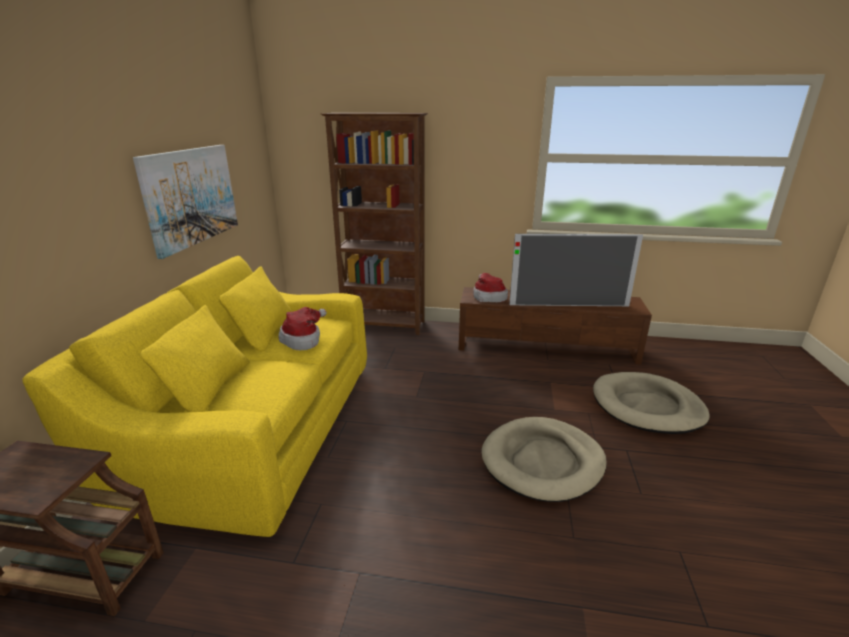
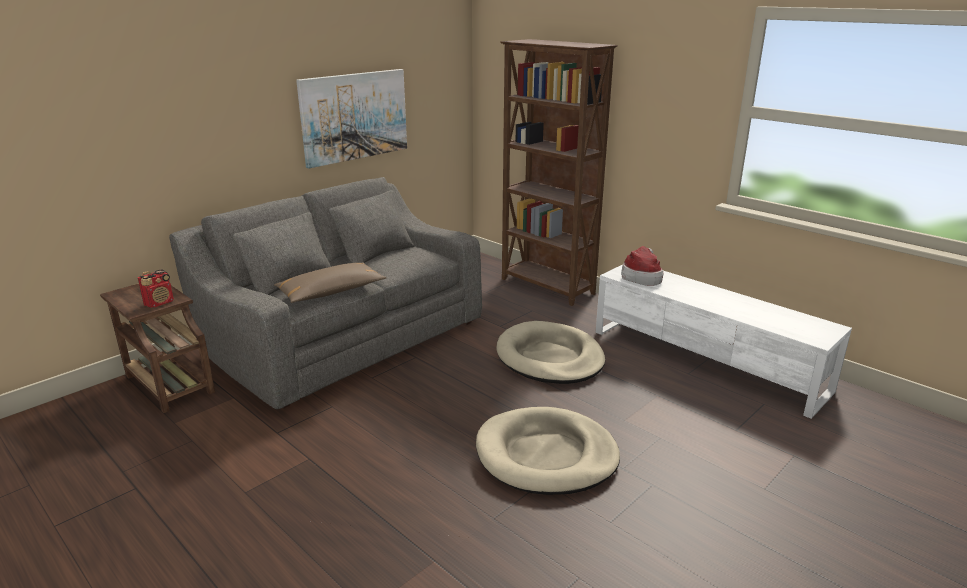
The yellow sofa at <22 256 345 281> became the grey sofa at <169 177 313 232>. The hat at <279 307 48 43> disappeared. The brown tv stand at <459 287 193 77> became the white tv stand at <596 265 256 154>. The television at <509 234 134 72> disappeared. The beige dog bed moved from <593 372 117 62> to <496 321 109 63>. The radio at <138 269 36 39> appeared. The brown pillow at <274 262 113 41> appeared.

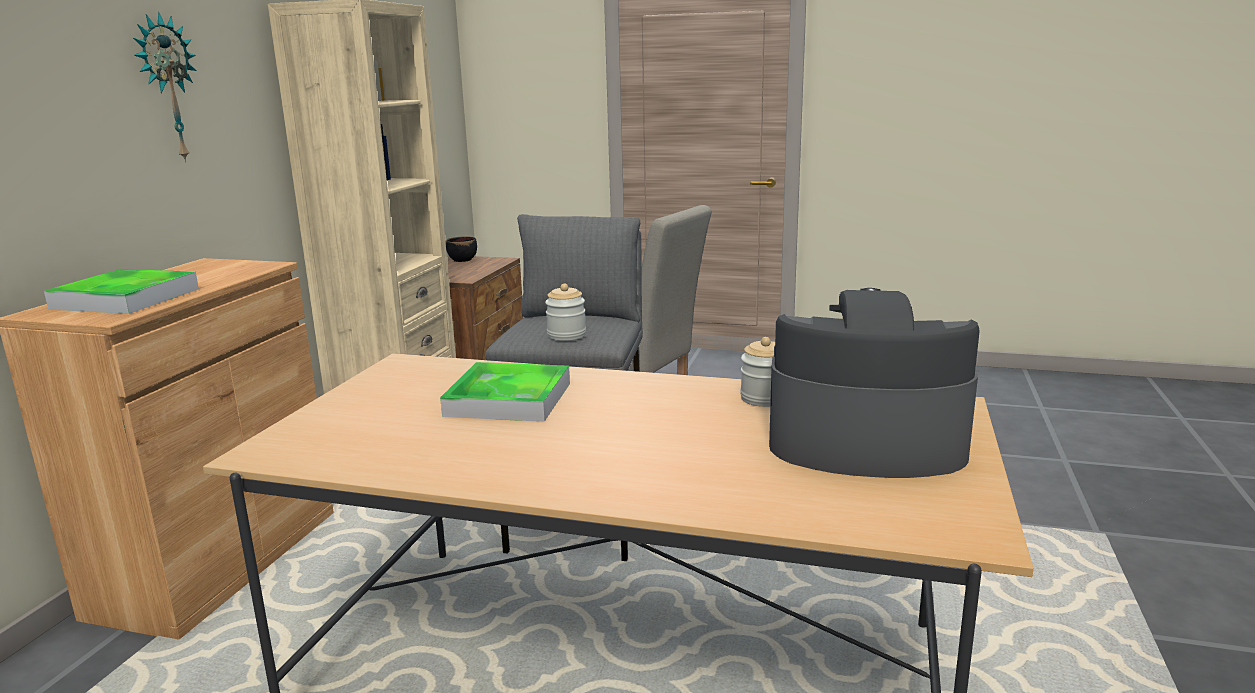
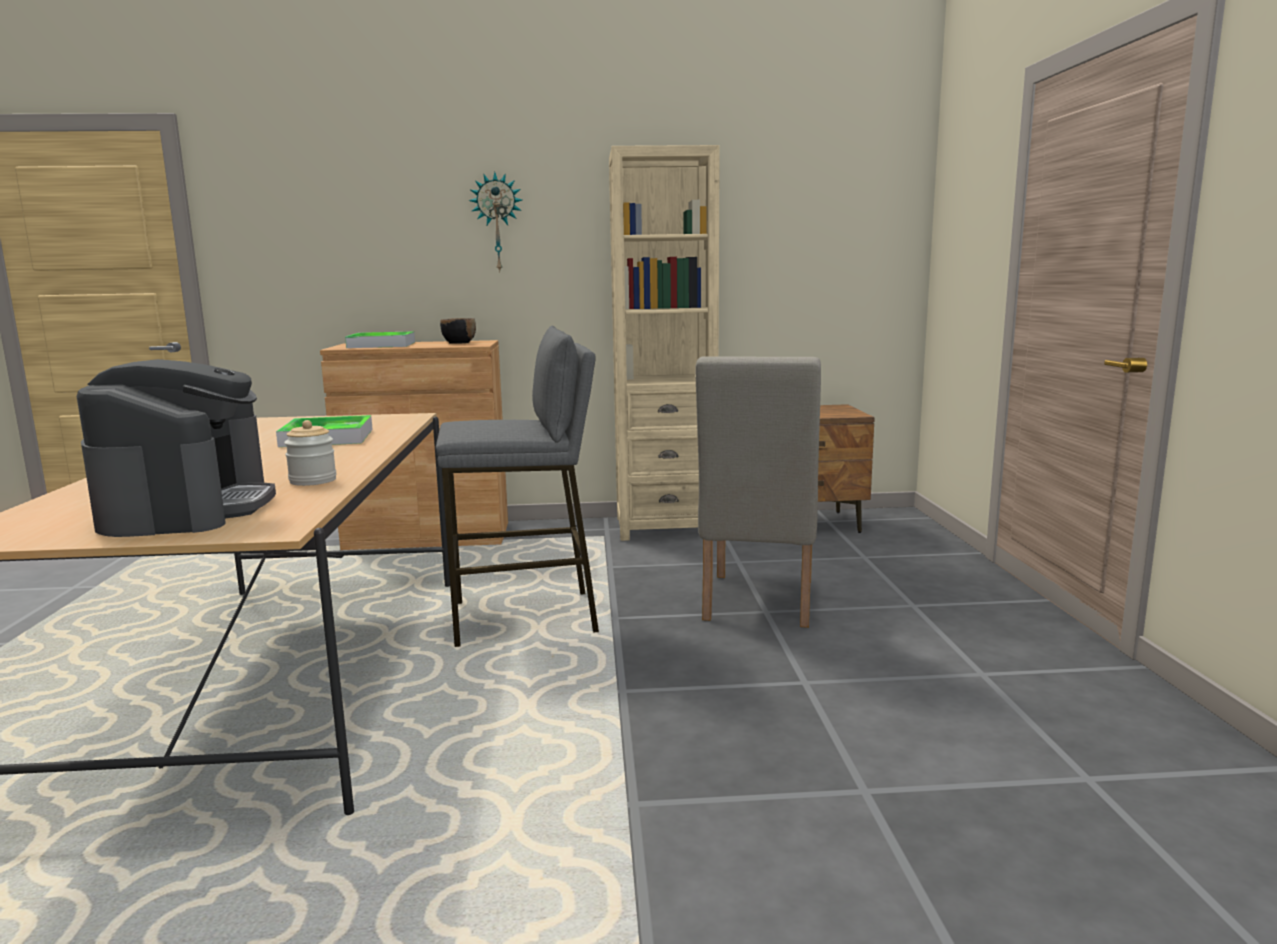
The black bowl moved from <445 236 32 26> to <440 318 36 26>. The jar at <545 284 41 57> disappeared.

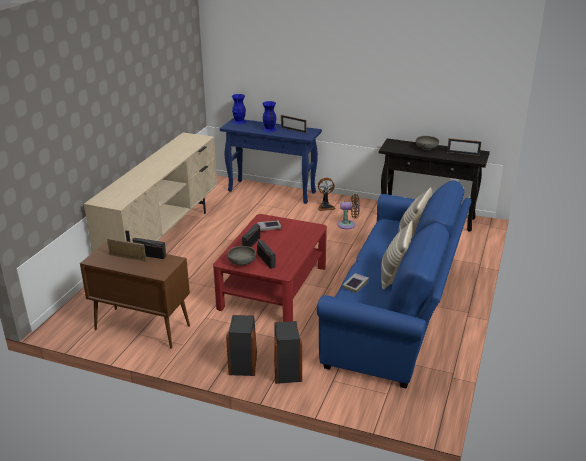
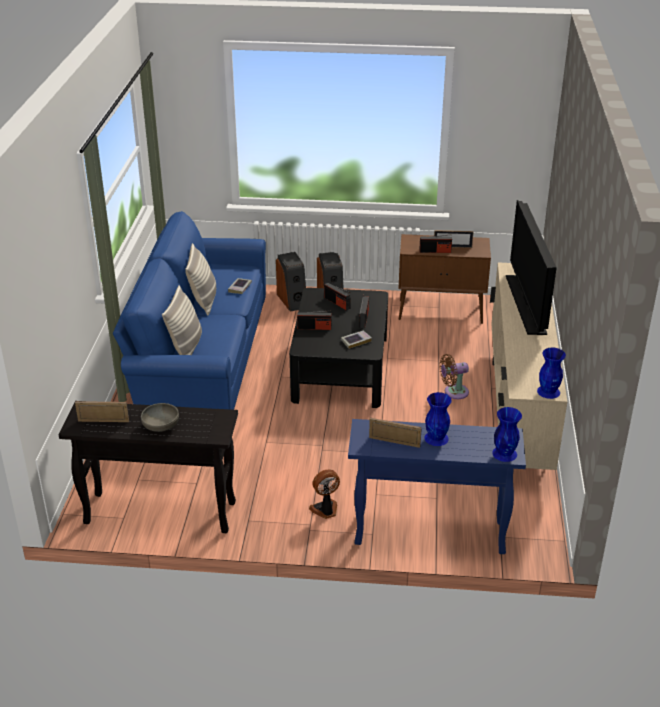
The red coffee table at <213 214 114 108> became the black coffee table at <289 288 99 120>. The grey bowl at <228 246 28 19> disappeared. The brown fan moved from <337 194 23 35> to <439 354 30 45>. The radio at <297 310 35 20> appeared. The television at <506 200 51 135> appeared. The blue vase at <537 348 29 51> appeared.

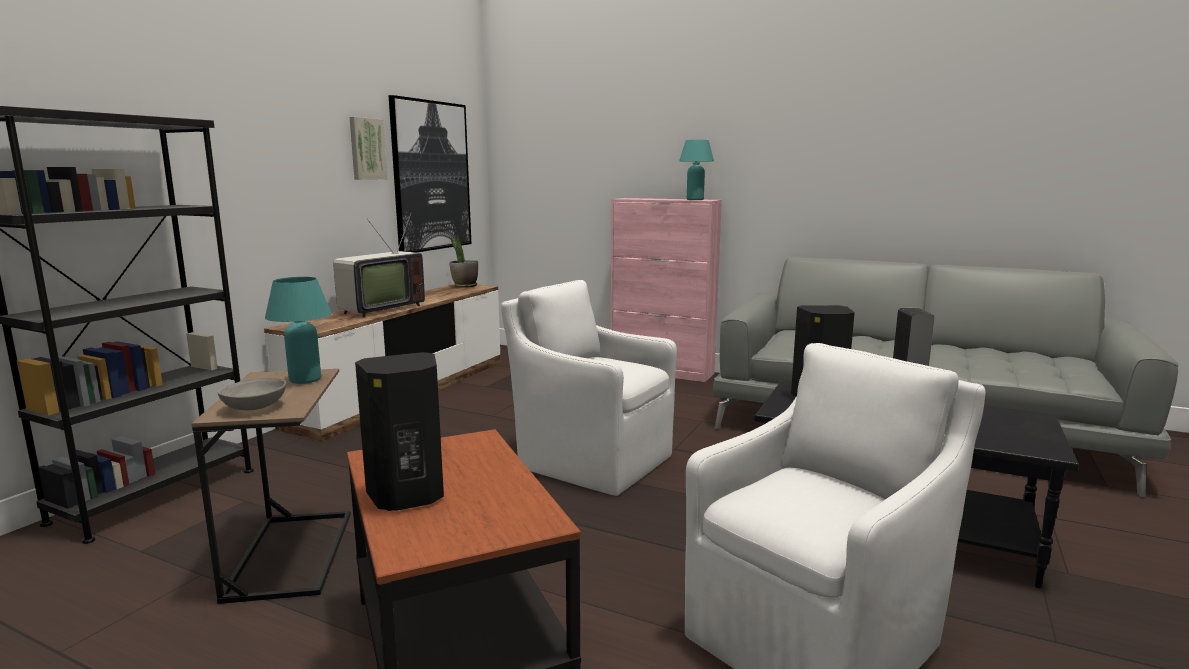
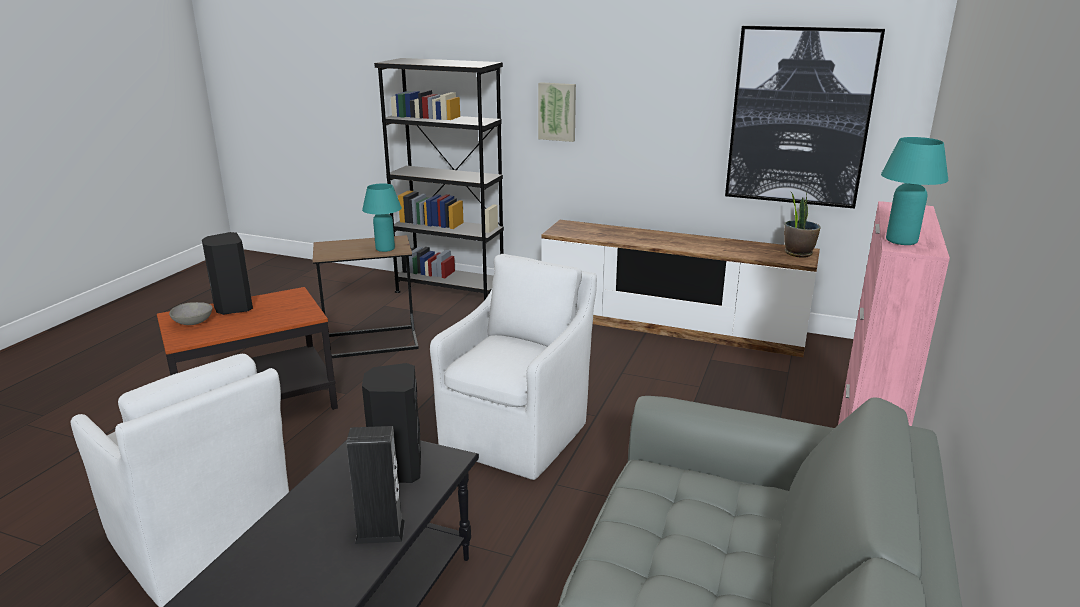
The grey bowl moved from <218 378 68 32> to <169 302 43 23>. The television at <333 214 92 104> disappeared. The picture moved from <350 117 37 63> to <538 82 38 60>.

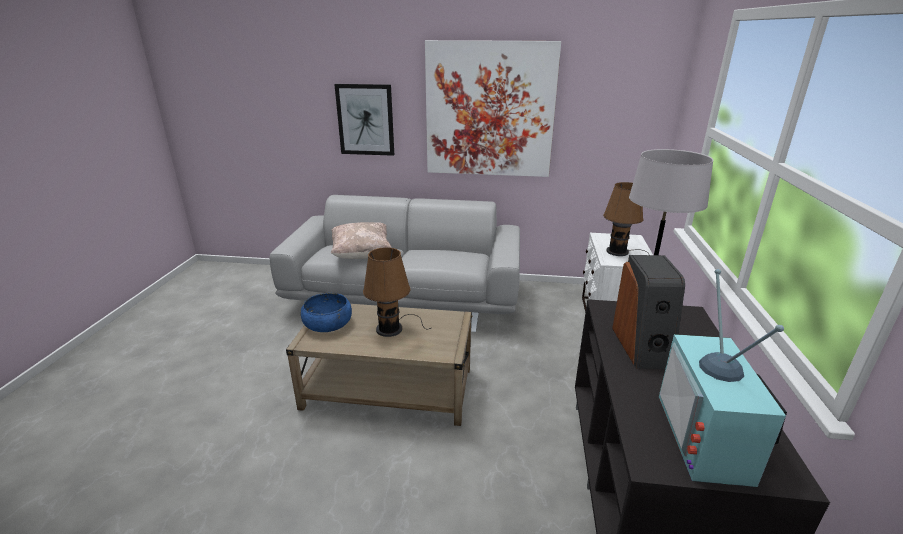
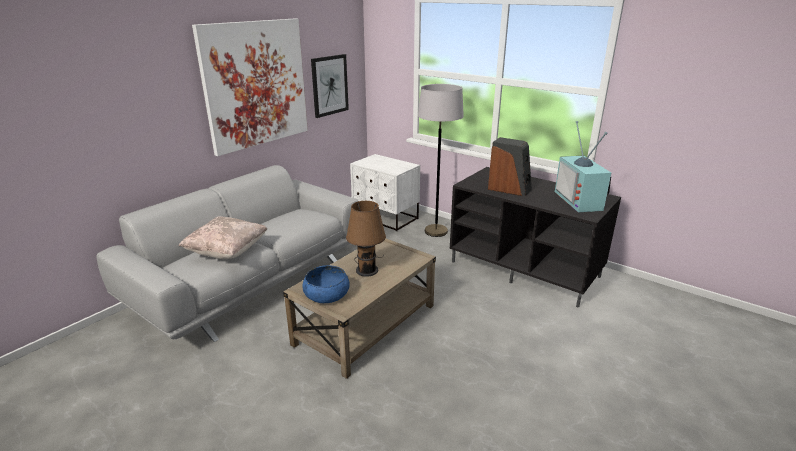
The picture moved from <334 84 60 72> to <311 54 38 64>. The brown table lamp at <603 182 46 74> disappeared. The television at <659 269 128 218> turned 45 degrees clockwise.

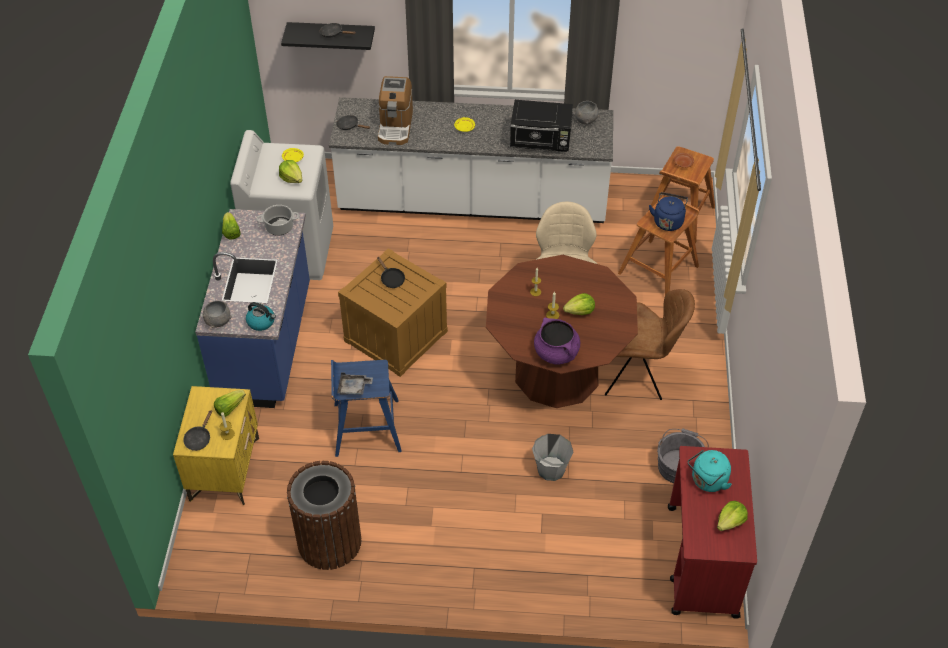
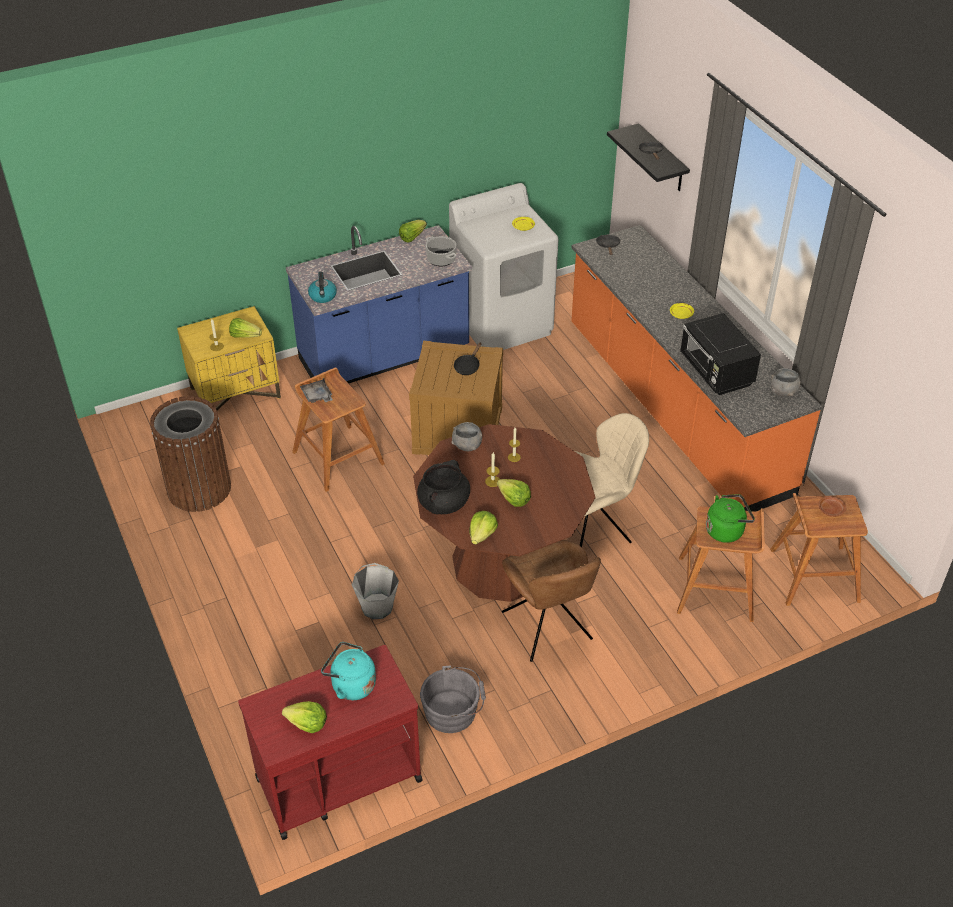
The black frying pan at <183 411 29 40> disappeared. The grey bowl moved from <203 301 29 27> to <451 422 31 29>. The lettuce moved from <279 160 24 23> to <469 511 29 34>. The white counter at <329 97 284 126> became the orange counter at <571 225 251 287>. The blue stool at <331 360 70 97> became the brown stool at <292 367 93 125>. The coffee machine at <378 76 35 69> disappeared. The purple cooking pot at <534 318 46 47> became the black cooking pot at <417 460 53 55>. The blue kettle at <649 192 39 39> became the green kettle at <706 494 49 49>.

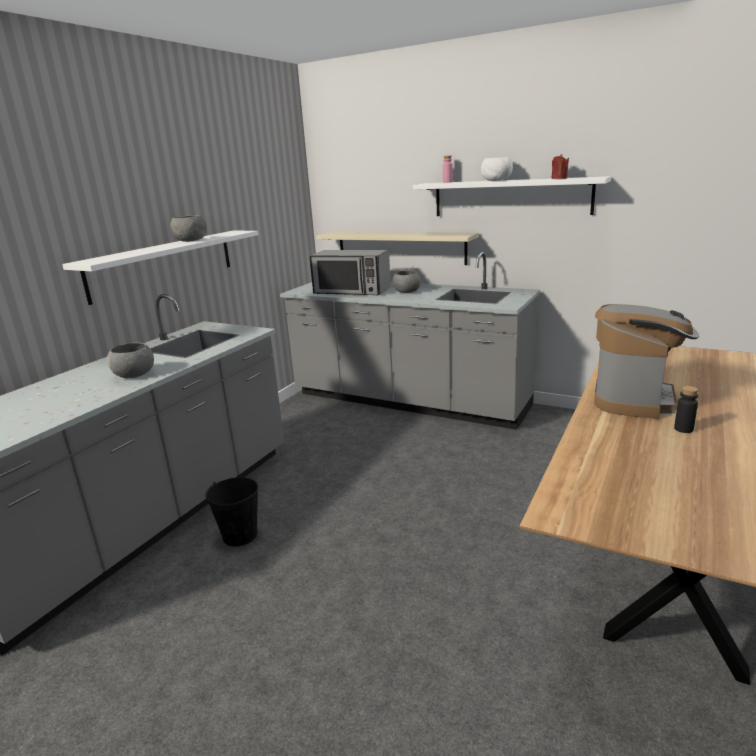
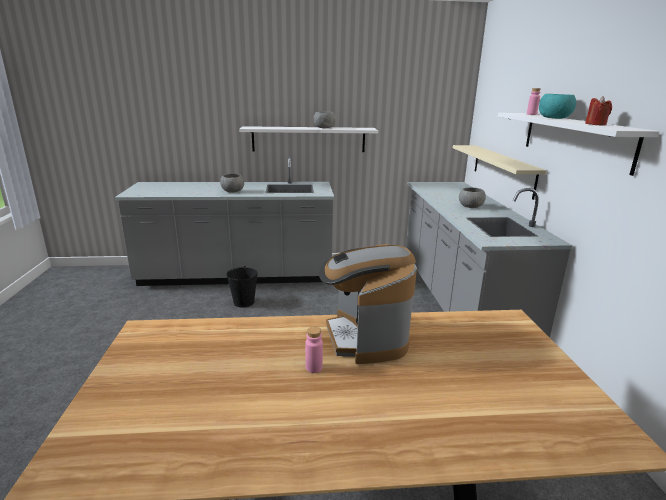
The microwave at <309 250 82 46> disappeared. The white bowl at <481 157 32 24> became the turquoise bowl at <539 94 37 25>. The coffee machine at <594 304 105 115> turned 90 degrees clockwise. The black bottle at <674 386 24 47> became the pink bottle at <305 327 18 46>.

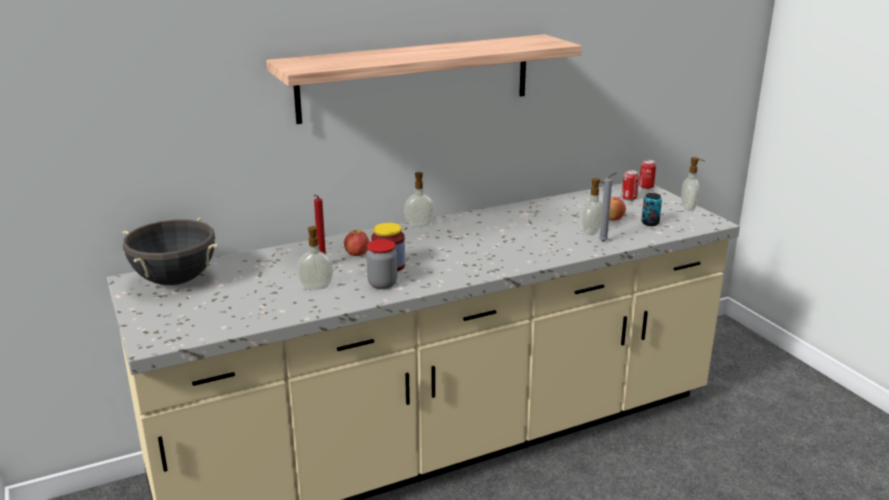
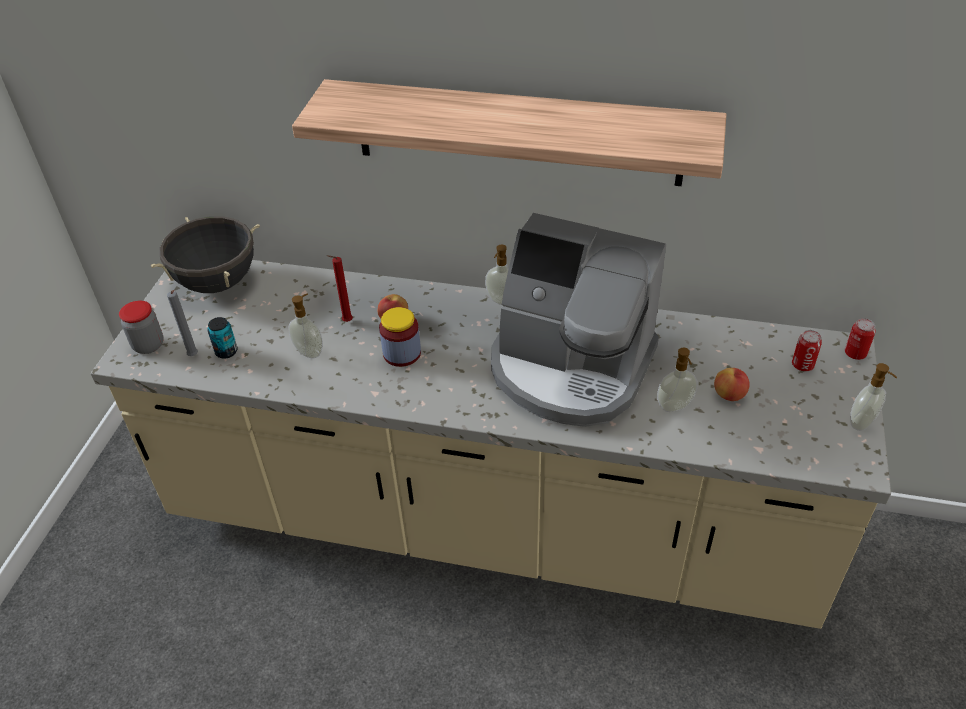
The jar moved from <366 239 32 50> to <119 300 44 54>. The grey candle moved from <599 173 17 69> to <167 290 31 66>. The can moved from <641 193 21 33> to <207 317 31 42>. The coffee machine at <491 213 175 214> appeared.

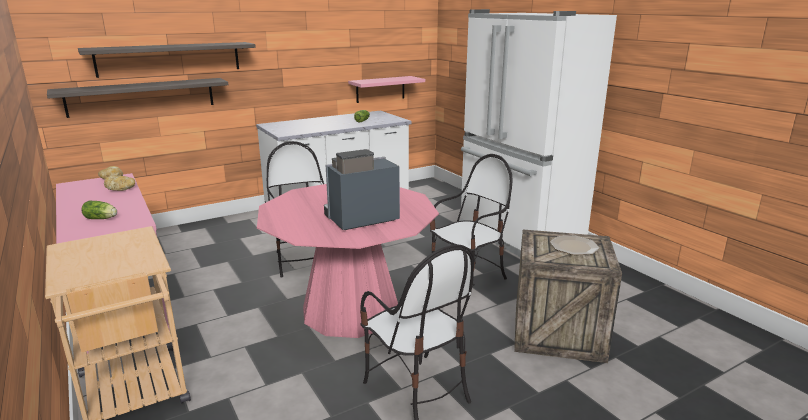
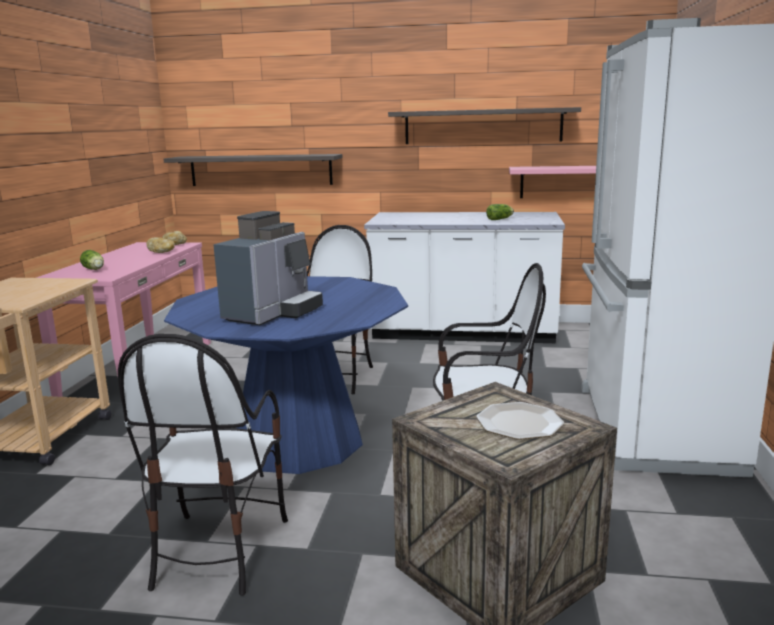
The shelf moved from <78 42 178 36> to <388 107 193 37>. The pink dining table at <257 184 182 154> became the blue dining table at <164 276 244 198>. The coffee machine at <324 149 76 81> turned 105 degrees clockwise.

